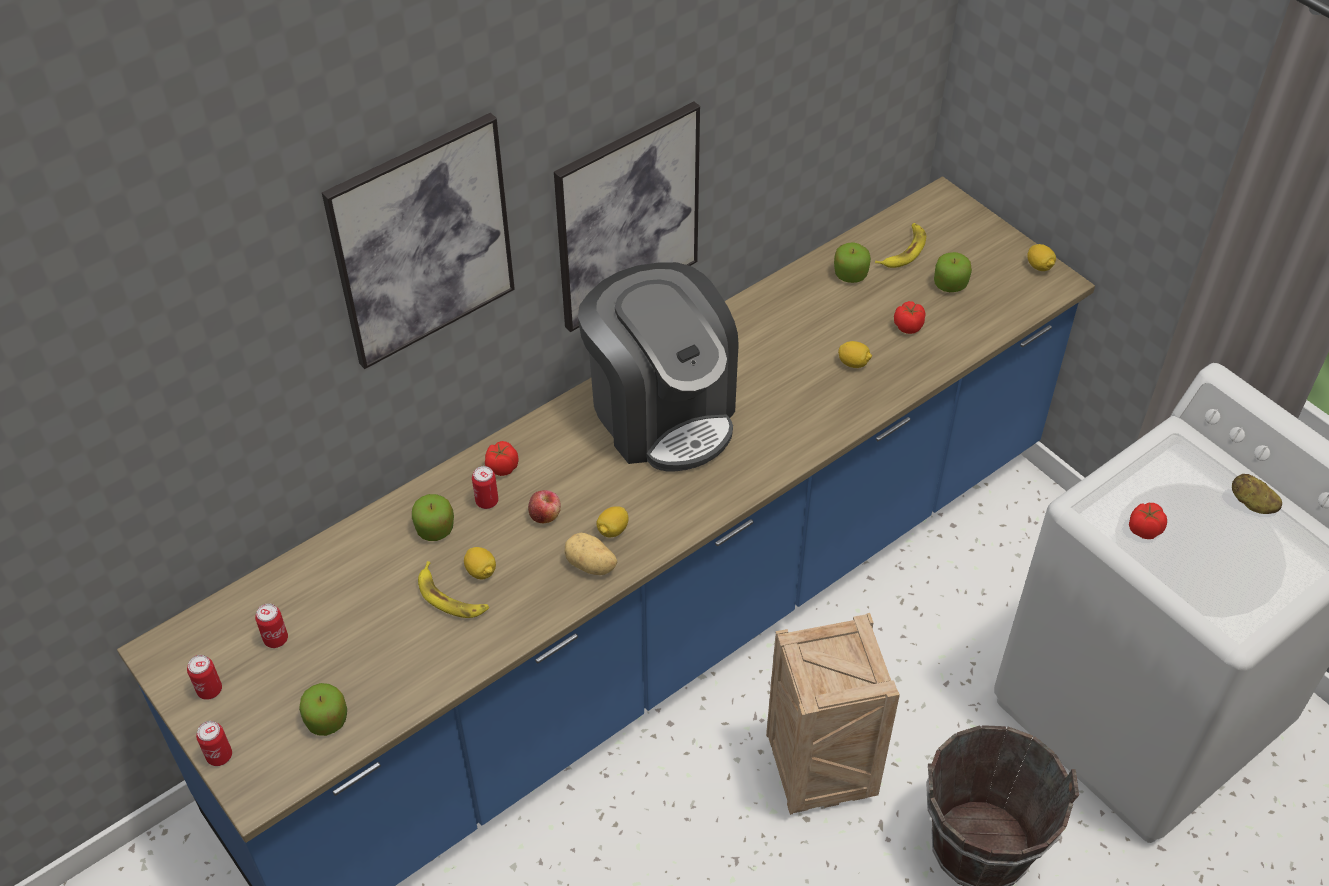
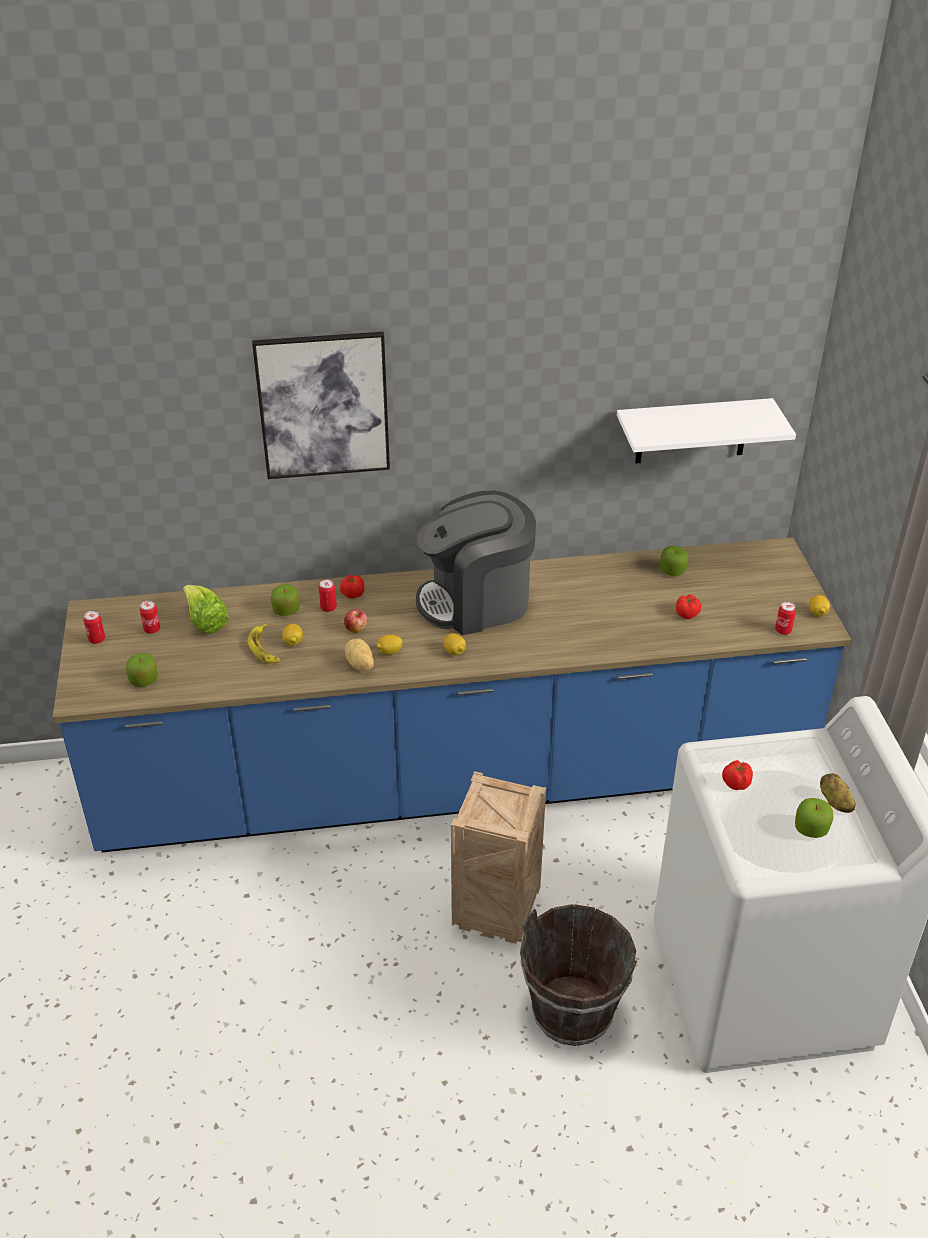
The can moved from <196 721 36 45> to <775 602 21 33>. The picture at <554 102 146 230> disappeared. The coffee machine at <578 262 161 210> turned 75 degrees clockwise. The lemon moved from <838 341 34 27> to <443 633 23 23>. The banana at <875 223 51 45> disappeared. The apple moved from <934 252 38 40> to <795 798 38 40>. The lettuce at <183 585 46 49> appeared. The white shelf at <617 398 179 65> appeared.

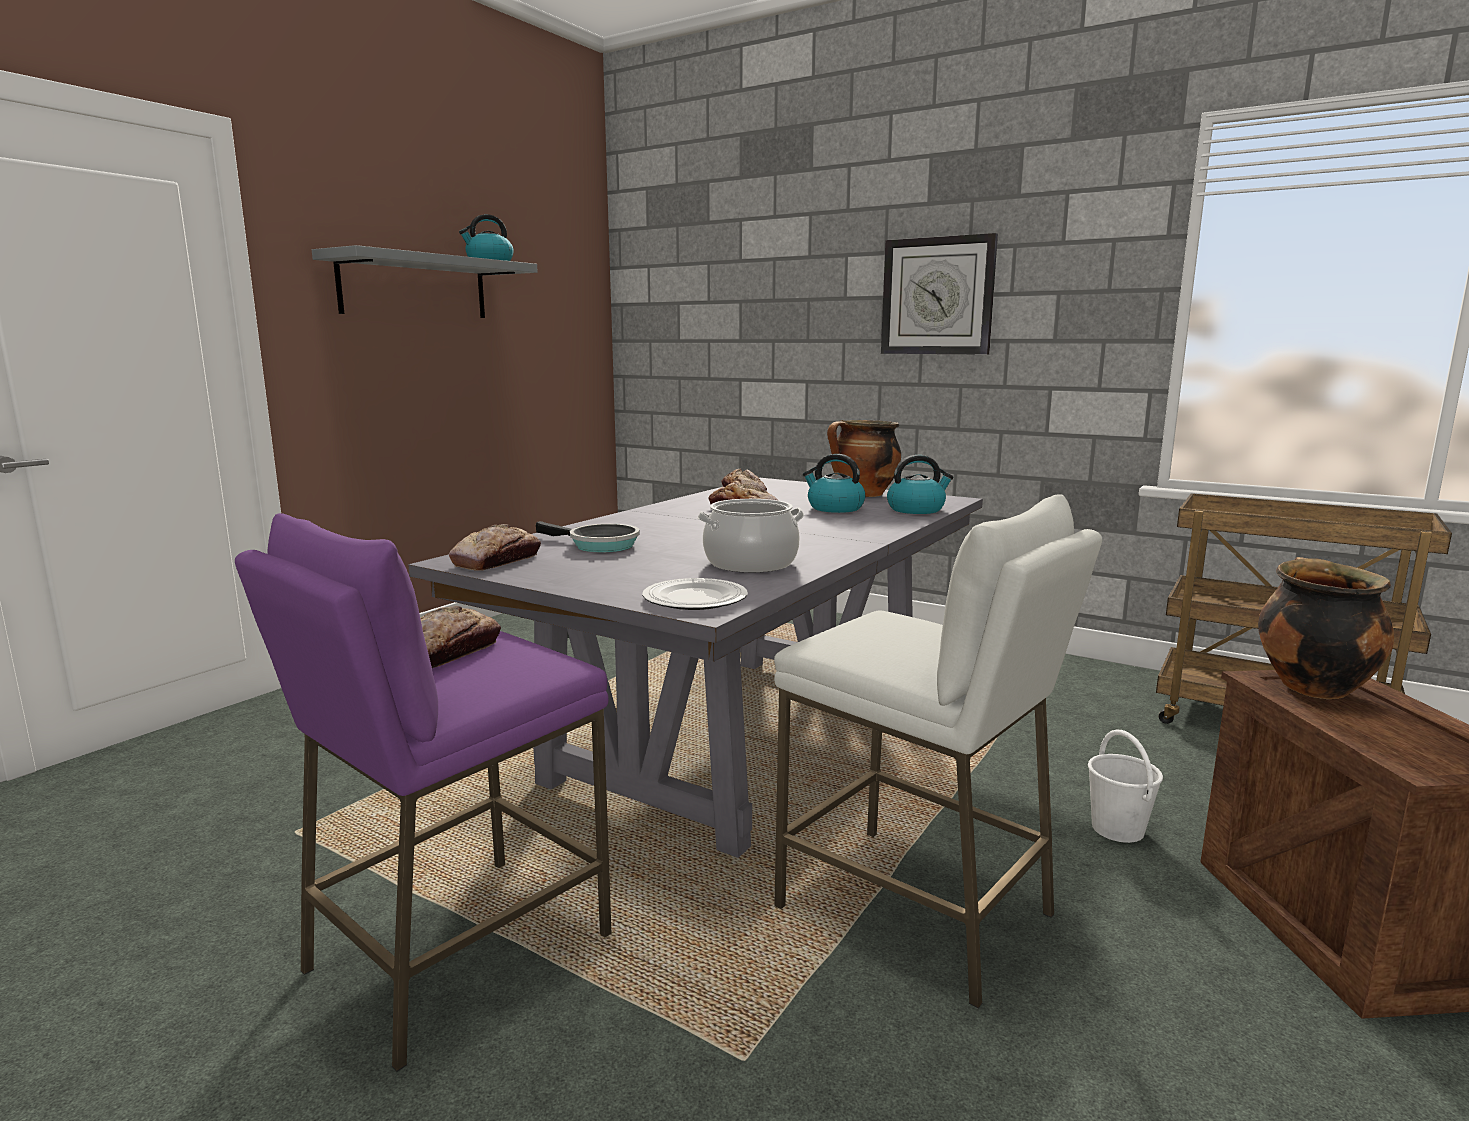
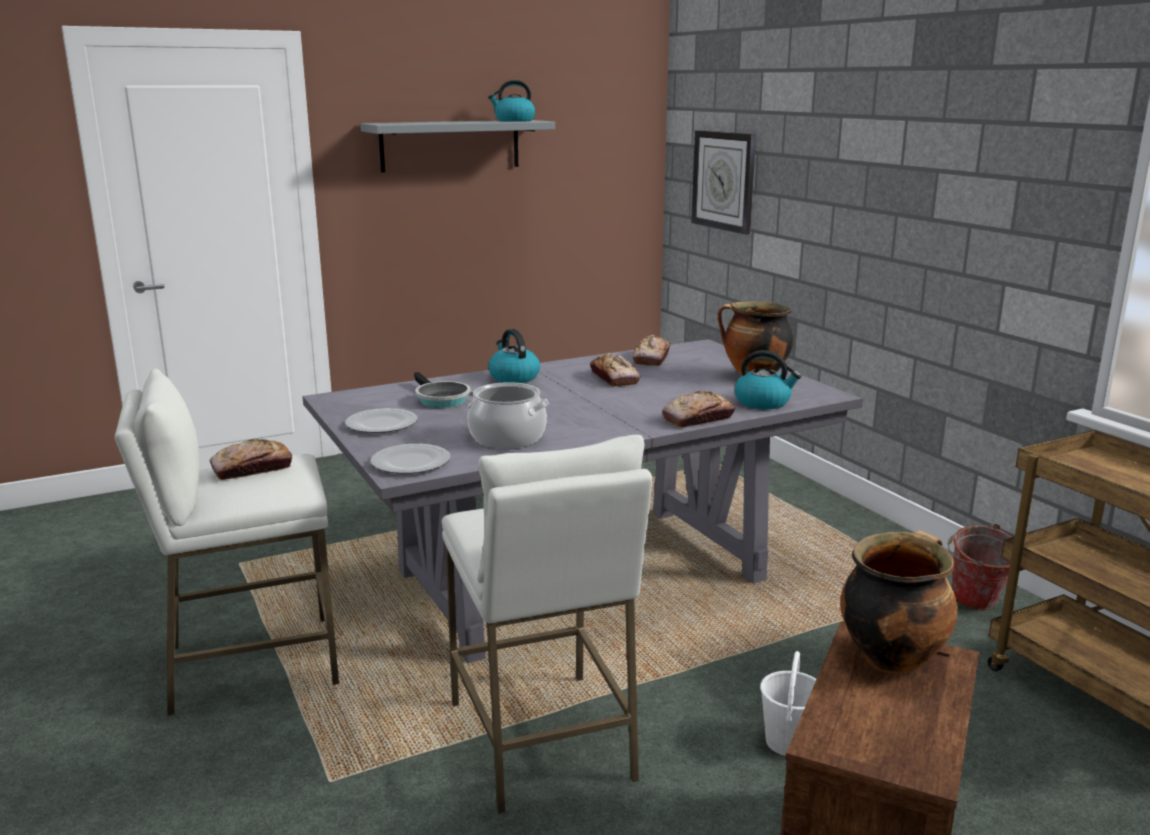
The purple stool at <235 513 376 558> became the white stool at <115 369 224 347>. The bread moved from <449 524 92 47> to <662 391 73 37>. The kettle moved from <803 454 62 59> to <488 329 52 54>. The wall clock moved from <881 233 117 122> to <691 130 65 105>. The plate at <345 408 72 25> appeared. The bucket at <948 524 64 86> appeared.

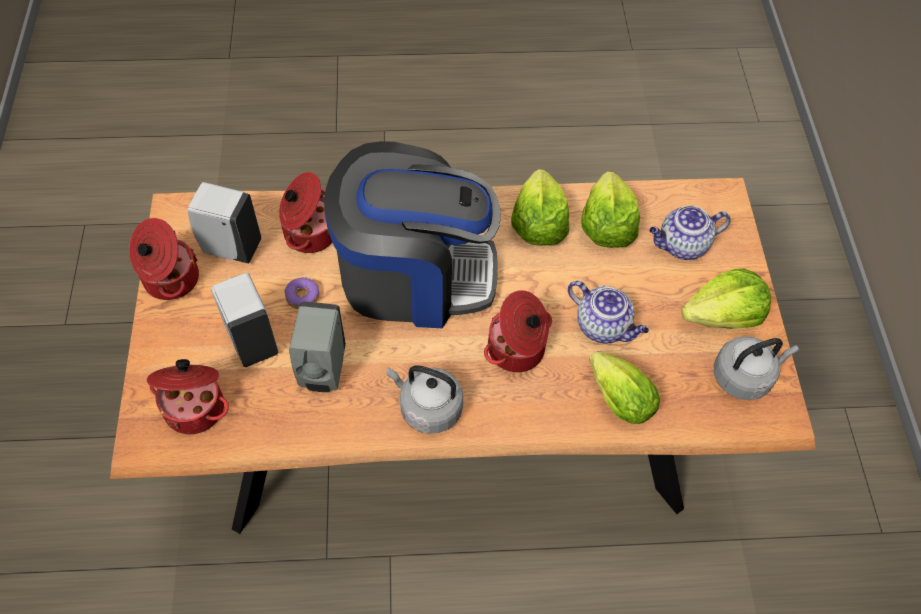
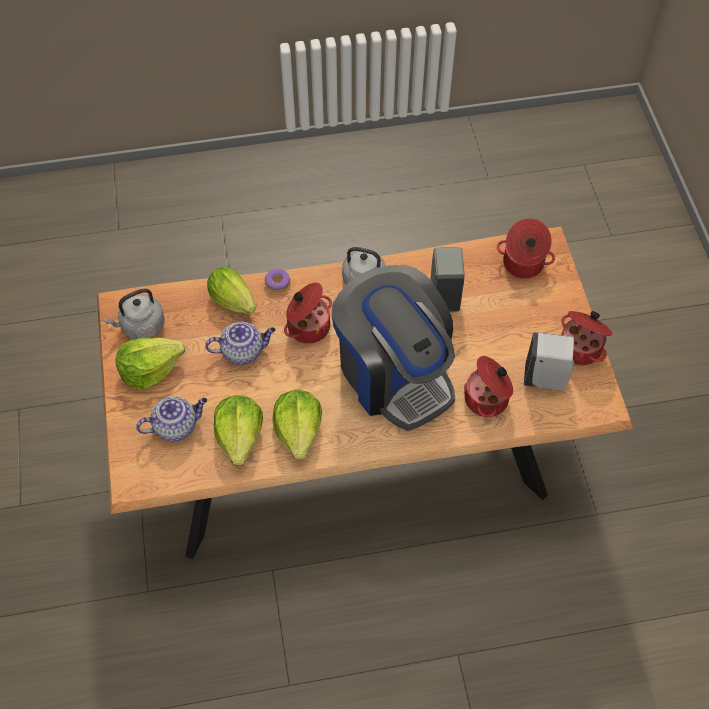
The white soap dispenser at <211 273 68 94> disappeared. The donut moved from <284 277 35 32> to <265 269 25 24>. The coffee machine at <324 141 177 187> turned 120 degrees counterclockwise. The teapot at <568 281 81 63> turned 135 degrees clockwise.

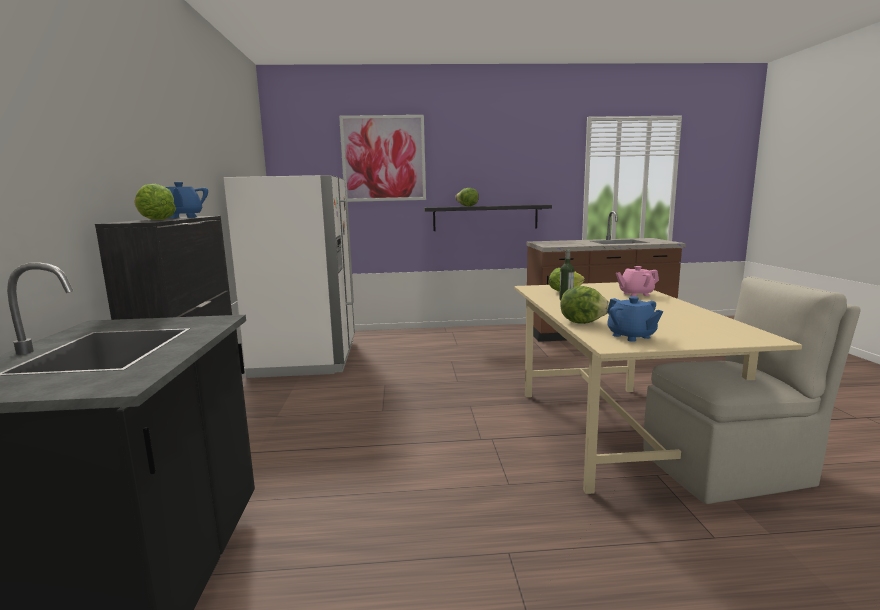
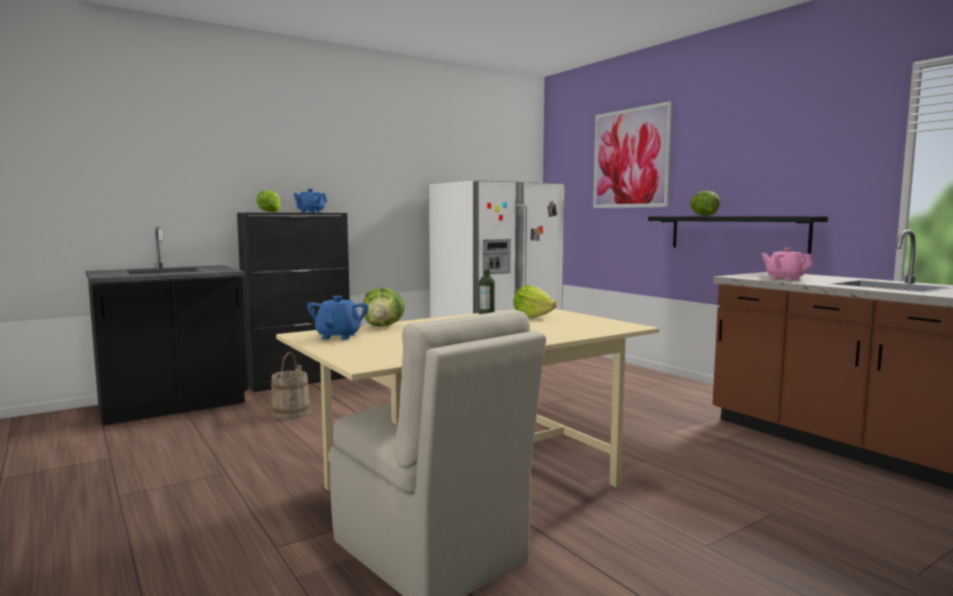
The blue teapot at <607 297 56 45> turned 150 degrees clockwise. The pink teapot moved from <616 266 43 31> to <761 248 52 32>. The beige bucket at <270 352 41 67> appeared.

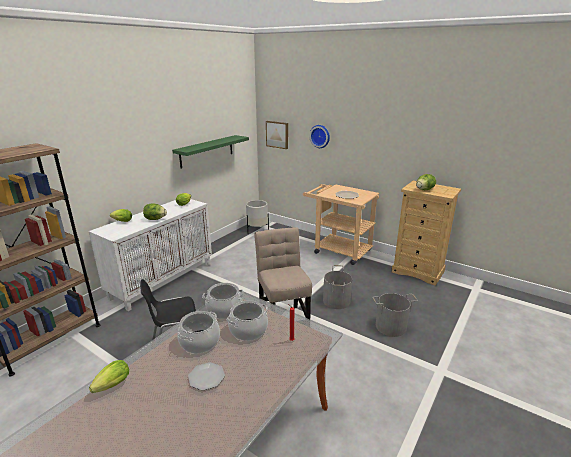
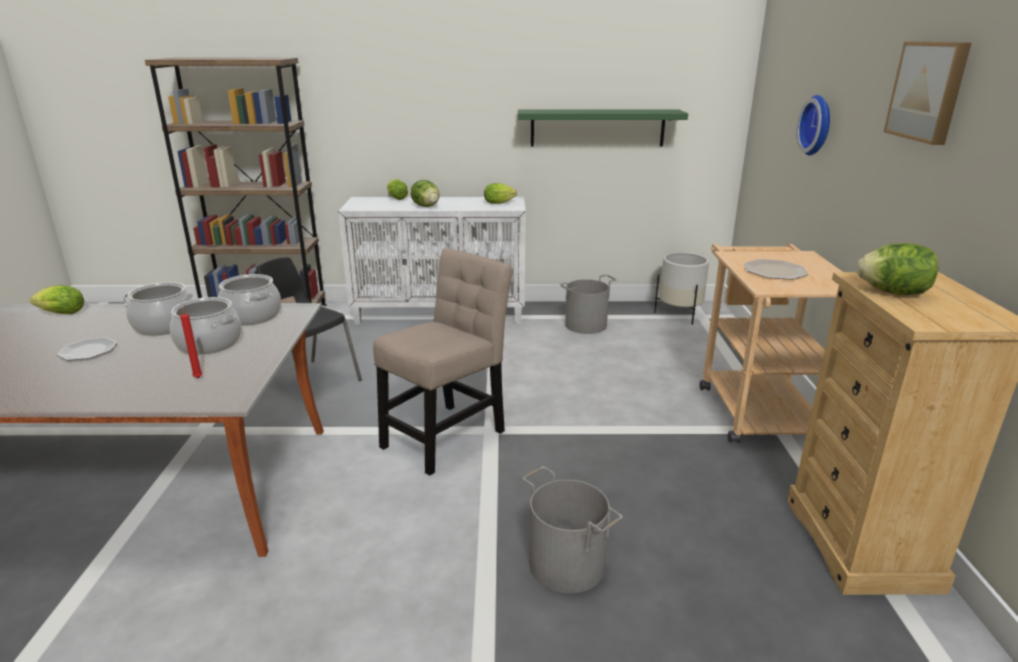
The picture moved from <266 121 22 28> to <884 41 87 104>. The grey bucket moved from <323 265 29 44> to <560 275 57 59>.

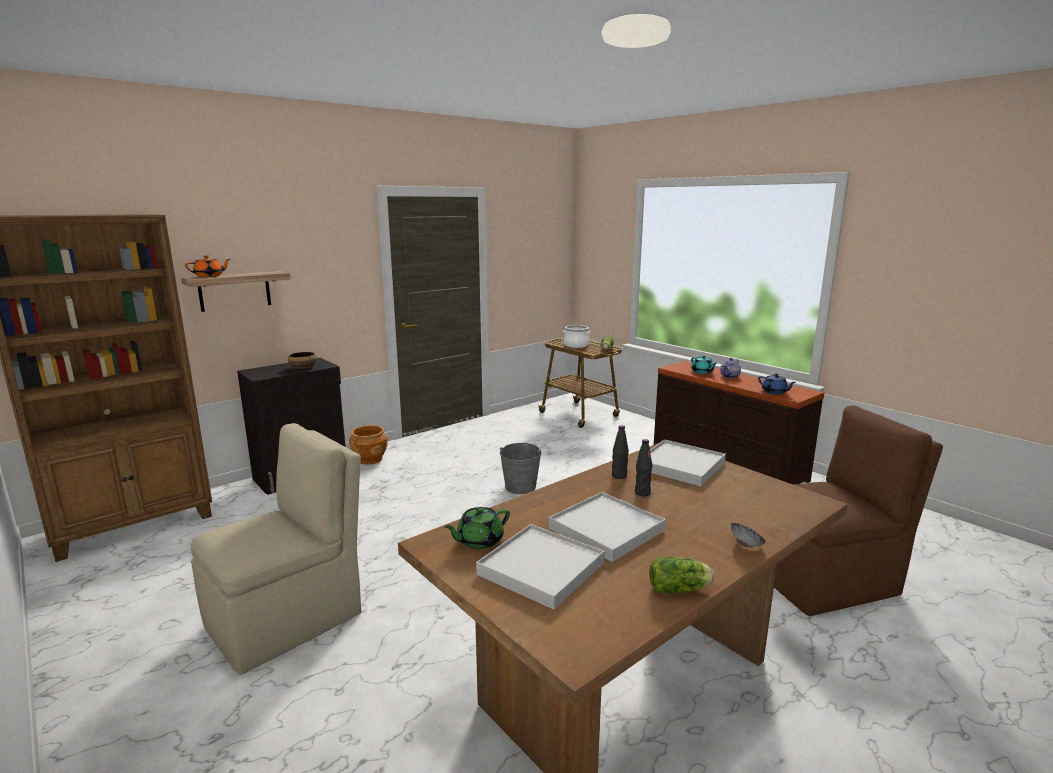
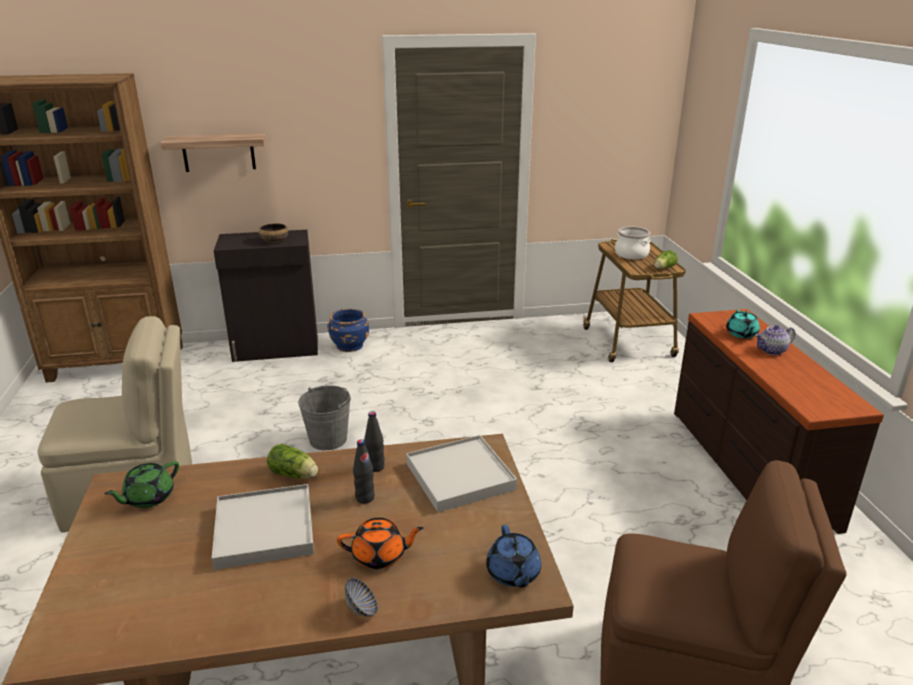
The orange teapot moved from <185 255 45 22> to <337 518 86 51>. The brown planter at <349 425 39 39> became the blue planter at <327 309 42 43>. The green teapot at <444 507 66 42> turned 45 degrees counterclockwise. The white tray at <476 524 129 86> disappeared. The grey bucket moved from <500 443 42 51> to <298 385 53 65>. The lettuce moved from <649 557 65 37> to <267 444 51 35>. The blue teapot moved from <758 374 38 21> to <486 525 55 63>.

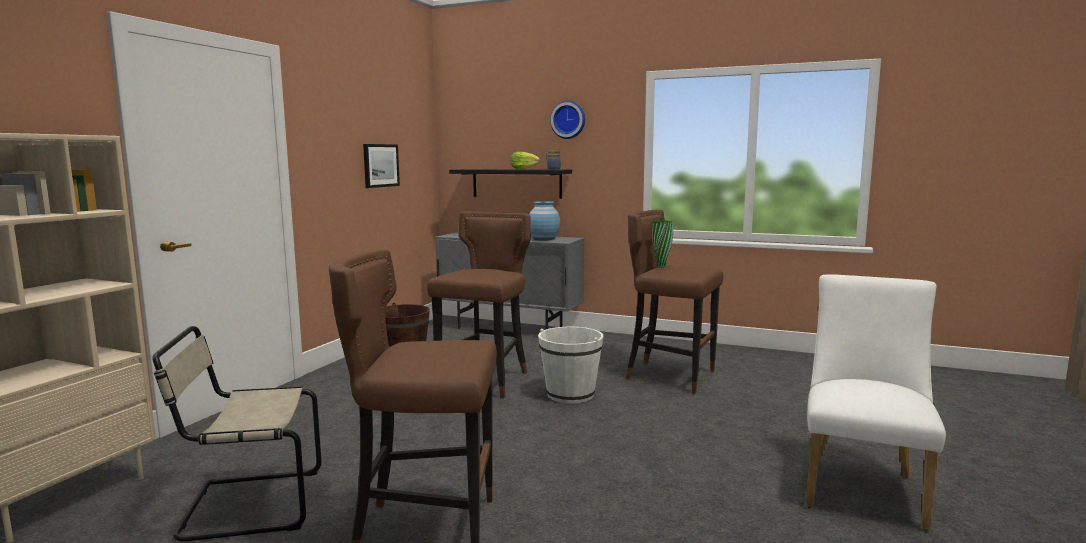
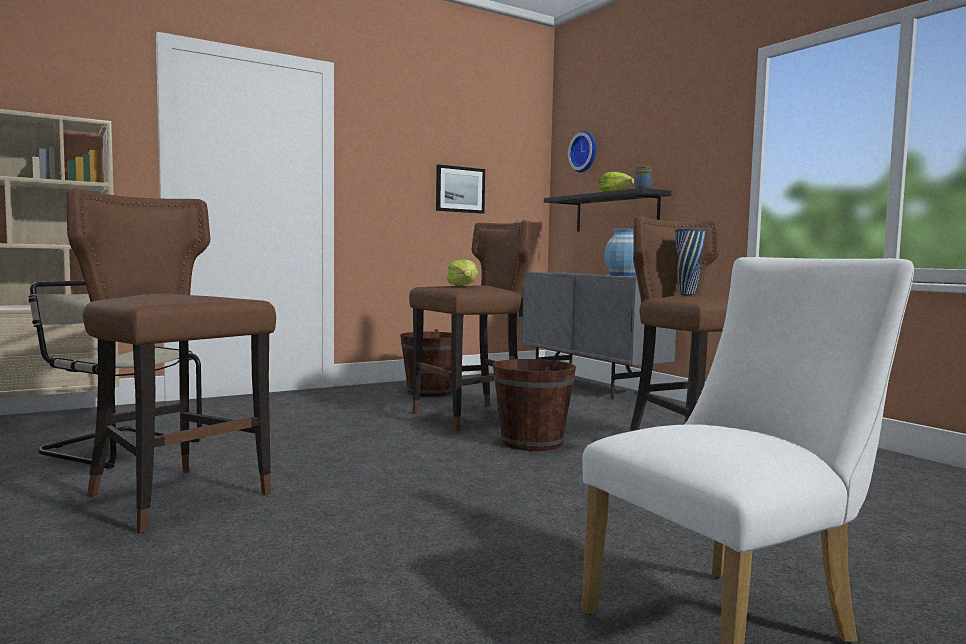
The white bucket at <538 327 65 76> became the brown bucket at <493 356 83 95>. The wall clock moved from <550 101 35 38> to <568 131 29 41>. The green vase at <651 220 22 48> became the blue vase at <675 229 31 66>. The lettuce at <447 259 31 27> appeared.

